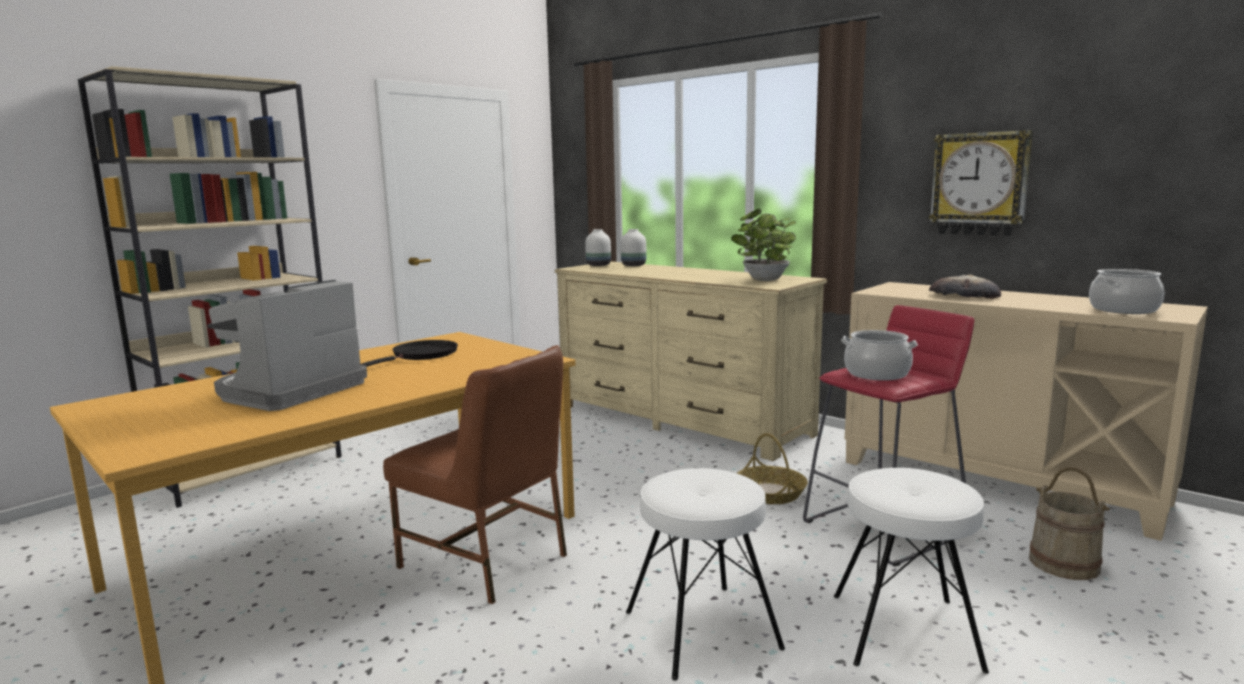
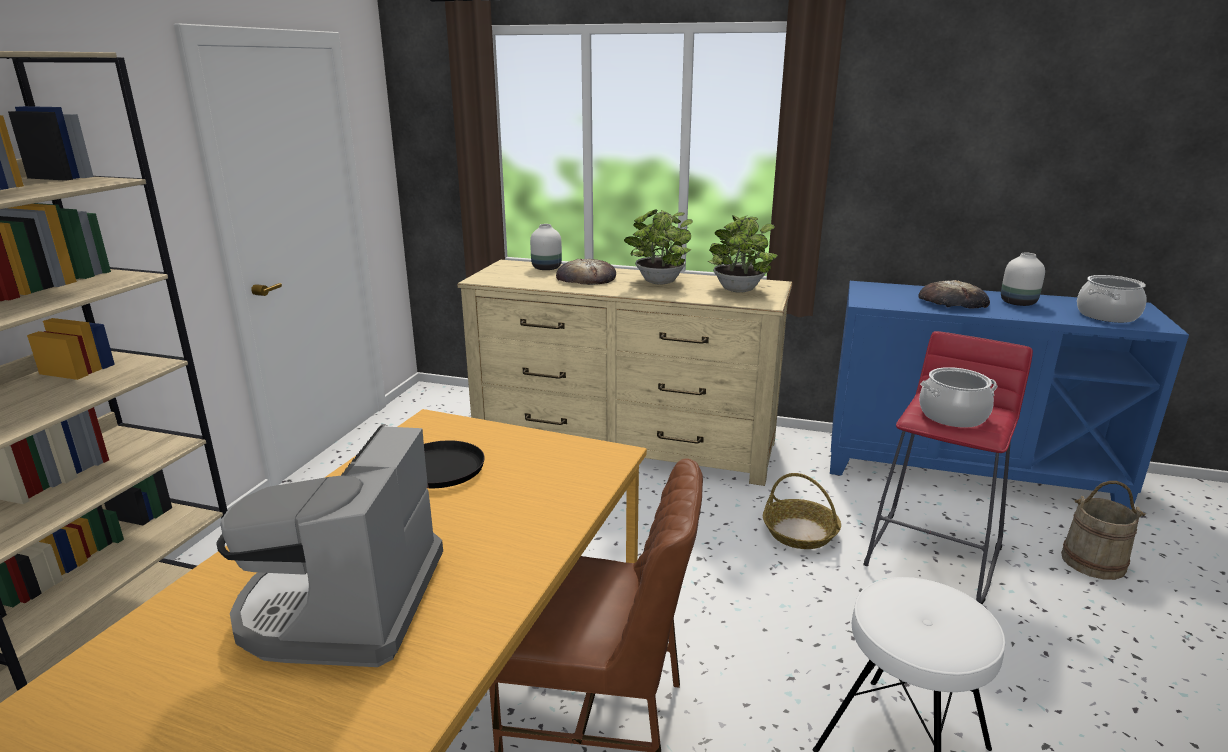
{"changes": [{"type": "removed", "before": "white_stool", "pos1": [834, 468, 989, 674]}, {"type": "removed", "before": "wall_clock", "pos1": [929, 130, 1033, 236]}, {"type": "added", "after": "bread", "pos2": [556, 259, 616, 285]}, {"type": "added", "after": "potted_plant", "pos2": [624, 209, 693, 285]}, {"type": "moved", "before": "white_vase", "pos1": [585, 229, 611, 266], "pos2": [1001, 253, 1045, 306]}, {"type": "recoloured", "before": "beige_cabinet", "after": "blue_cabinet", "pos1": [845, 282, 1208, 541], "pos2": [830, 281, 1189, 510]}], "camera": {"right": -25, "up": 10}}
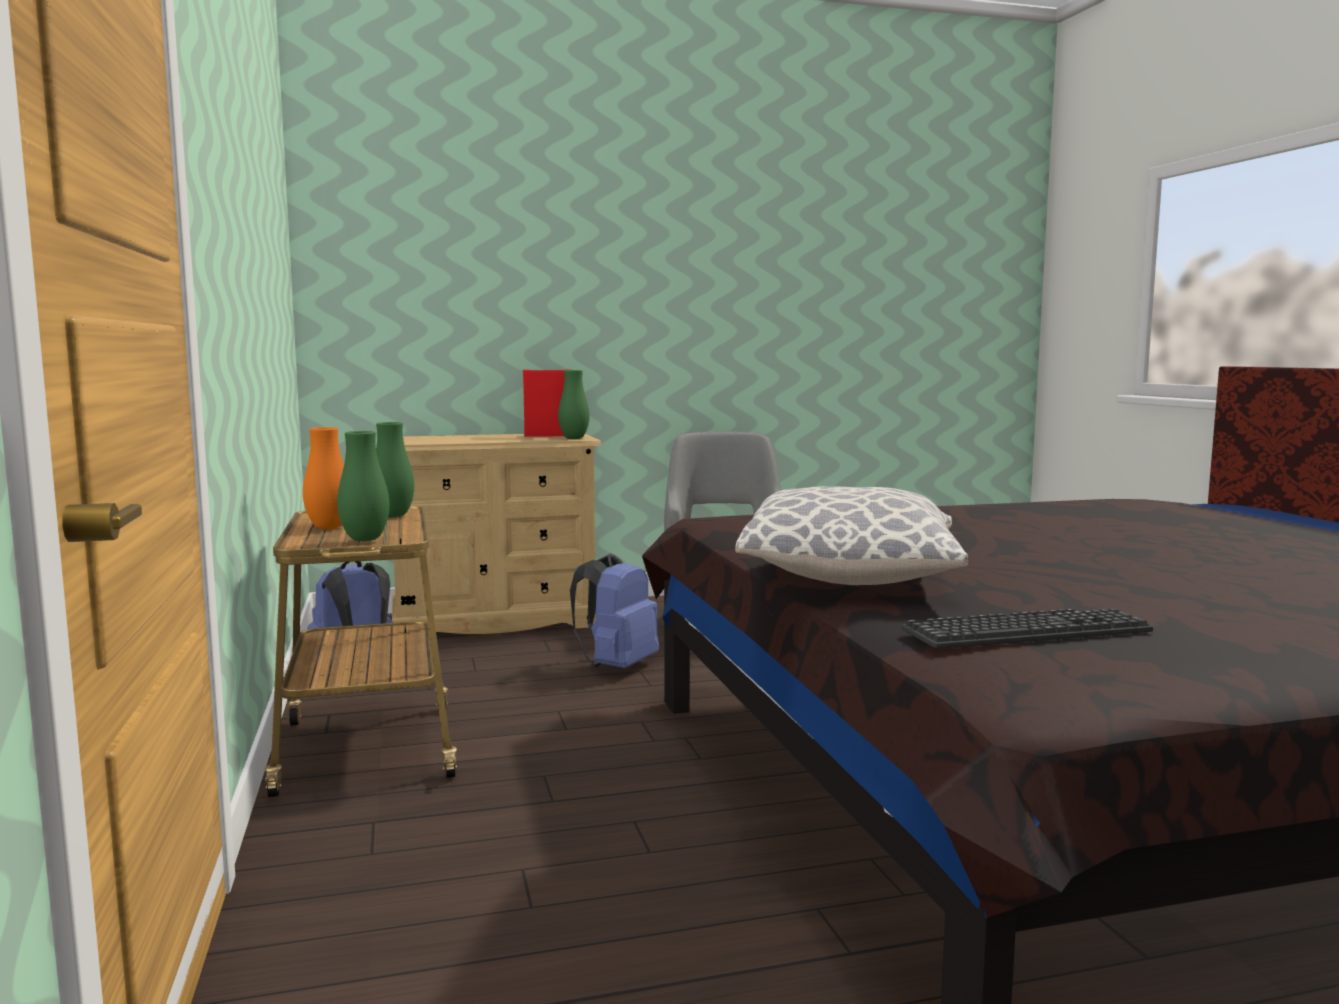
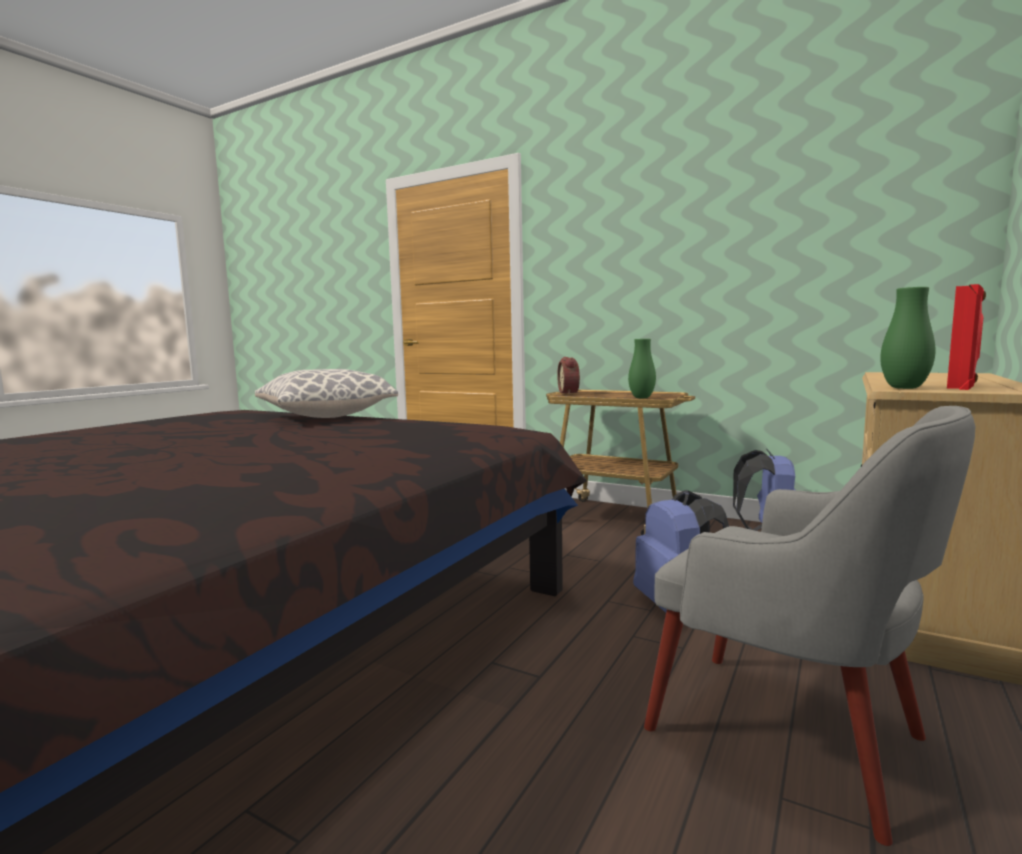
{"changes": [{"type": "removed", "before": "orange_vase", "pos1": [303, 427, 344, 529]}, {"type": "removed", "before": "keyboard", "pos1": [901, 608, 1153, 649]}, {"type": "replaced", "before": "green_vase", "after": "alarm_clock", "pos1": [337, 431, 389, 541], "pos2": [557, 357, 580, 394]}], "camera": {"right": 135, "up": 0}}
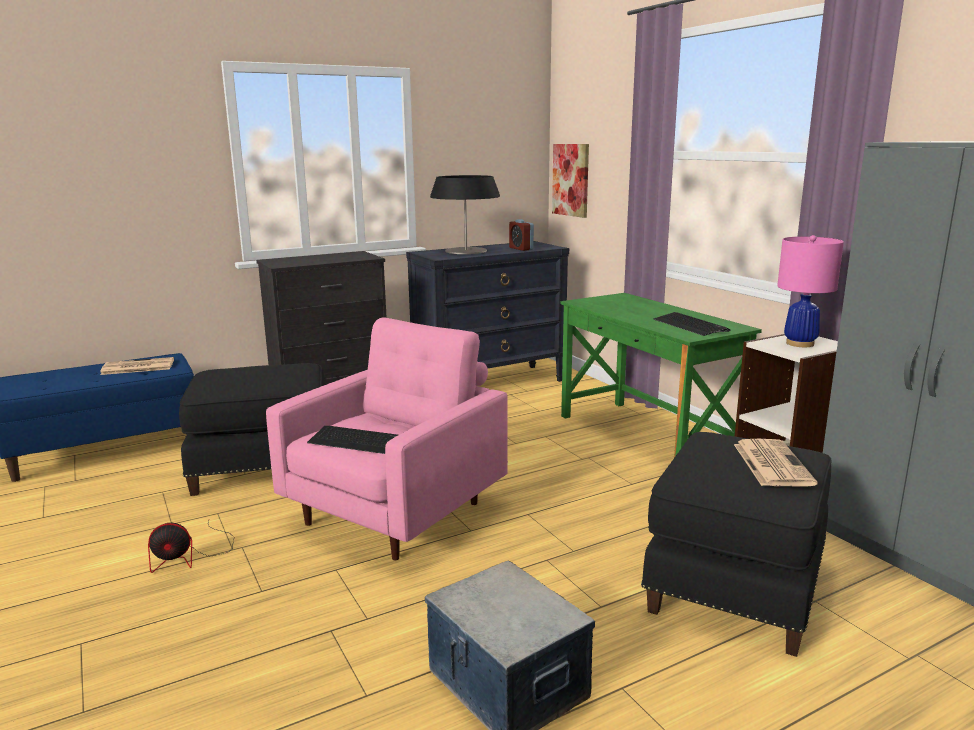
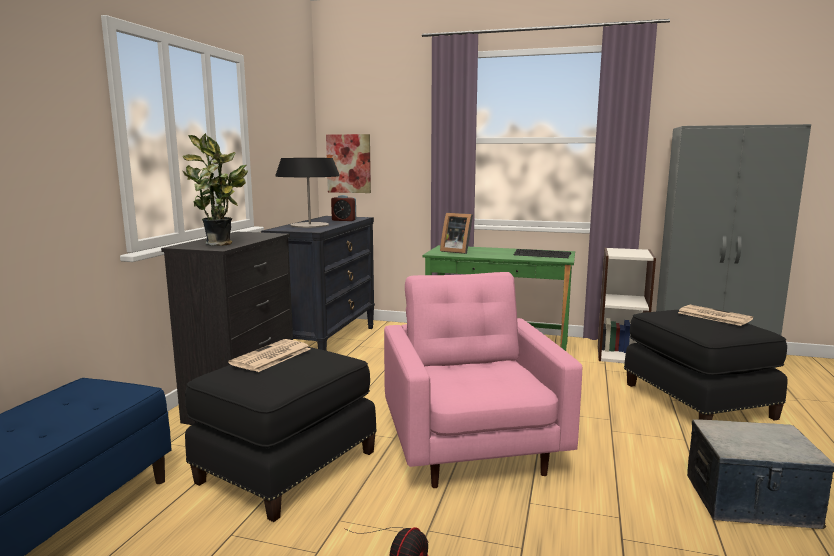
{"changes": [{"type": "removed", "before": "keyboard", "pos1": [307, 426, 398, 454]}, {"type": "removed", "before": "pink_table_lamp", "pos1": [777, 235, 844, 347]}, {"type": "added", "after": "potted_plant", "pos2": [183, 133, 248, 246]}, {"type": "added", "after": "picture_frame", "pos2": [440, 213, 473, 254]}, {"type": "moved", "before": "newspaper", "pos1": [100, 357, 174, 375], "pos2": [228, 339, 311, 372]}], "camera": {"right": -45, "up": -5}}
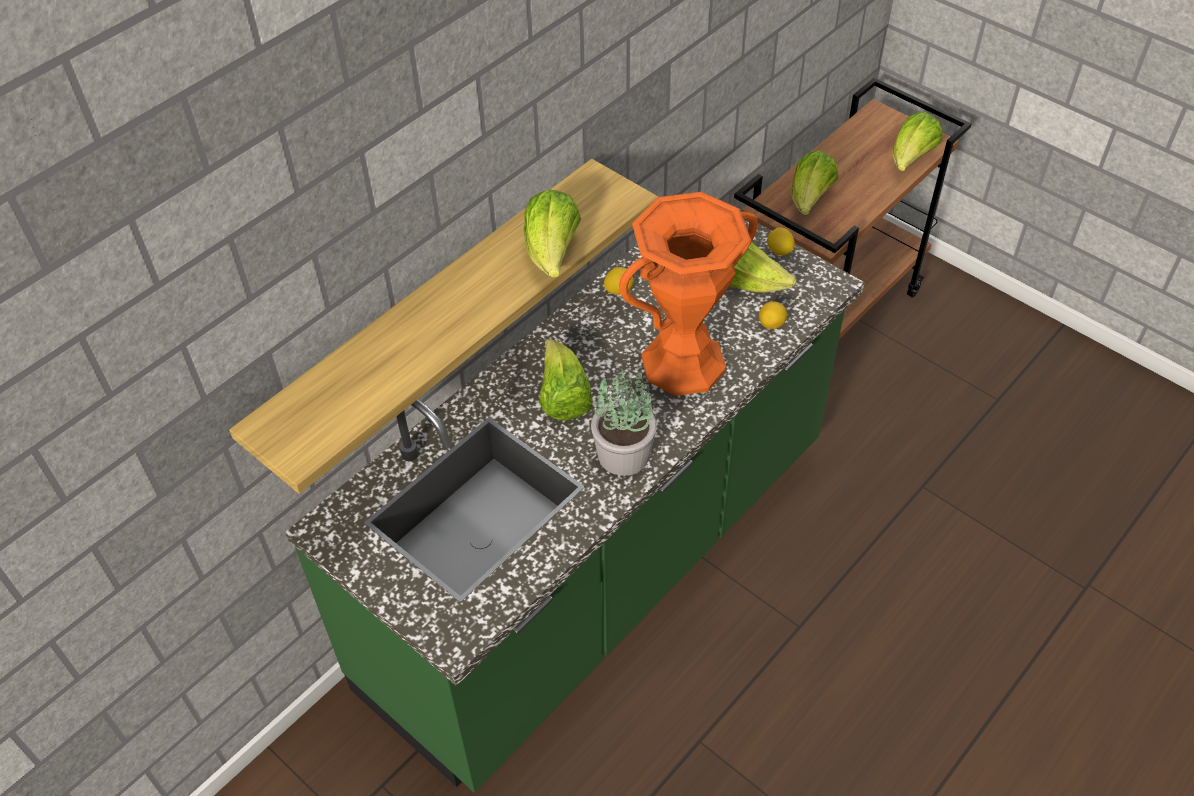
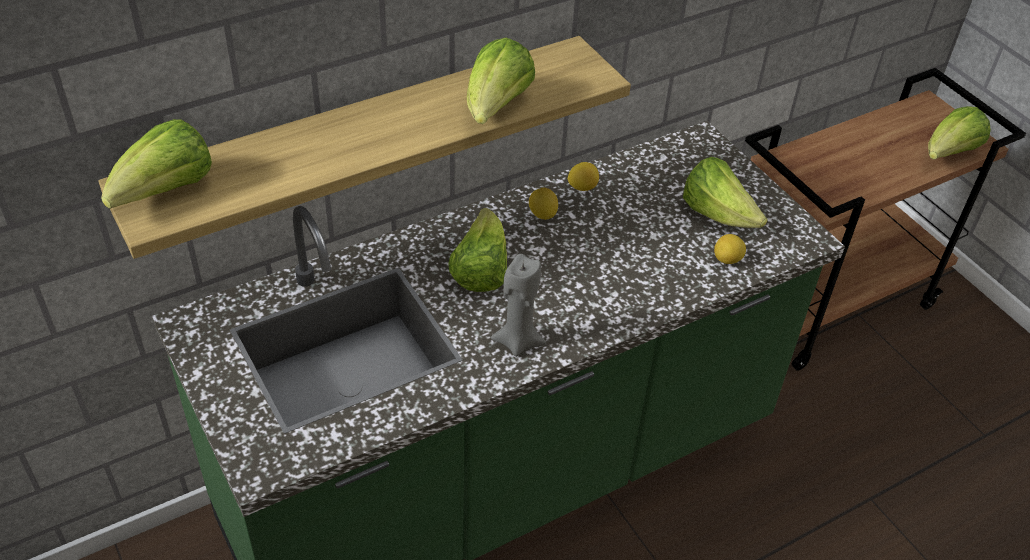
{"changes": [{"type": "removed", "before": "orange_vase", "pos1": [619, 192, 758, 396]}, {"type": "moved", "before": "lemon", "pos1": [767, 228, 795, 256], "pos2": [529, 188, 558, 220]}, {"type": "moved", "before": "lettuce", "pos1": [791, 151, 838, 215], "pos2": [101, 119, 212, 209]}, {"type": "replaced", "before": "potted_plant", "after": "grey_candle", "pos1": [591, 368, 657, 476], "pos2": [491, 254, 546, 357]}], "camera": {"right": 15, "up": -5}}
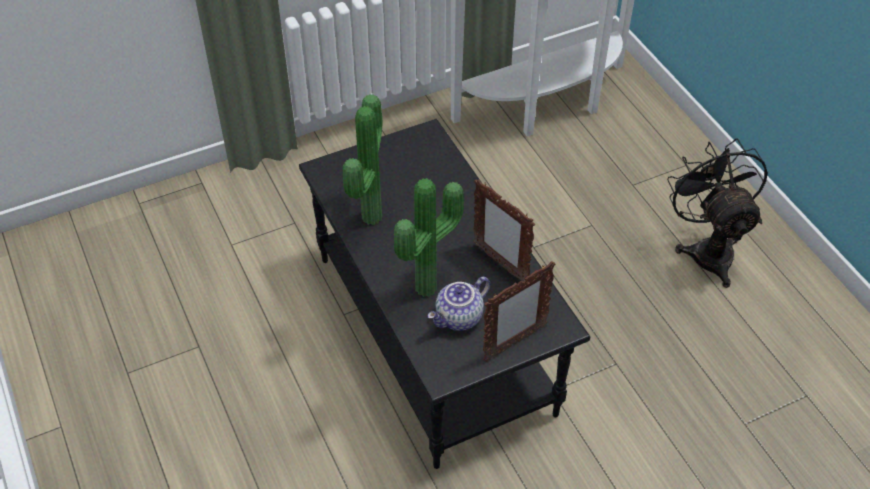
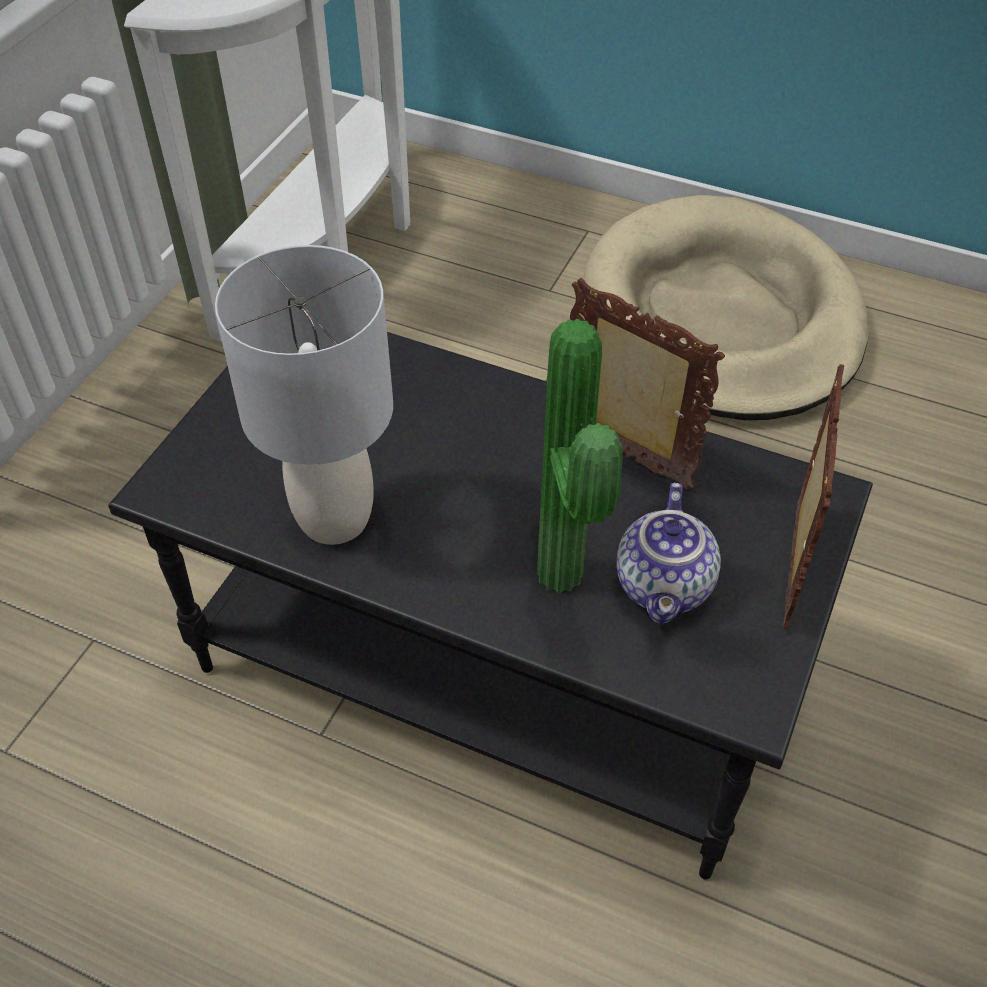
{"changes": [{"type": "replaced", "before": "potted_plant", "after": "grey_table_lamp", "pos1": [343, 94, 382, 225], "pos2": [215, 245, 393, 545]}, {"type": "replaced", "before": "black_fan", "after": "beige_dog_bed", "pos1": [667, 139, 768, 288], "pos2": [584, 195, 868, 420]}, {"type": "turned", "before": "picture_frame", "pos1": [473, 179, 535, 283], "pos2": [570, 278, 725, 490], "turn": -150}], "camera": {"right": -40, "up": 0}}
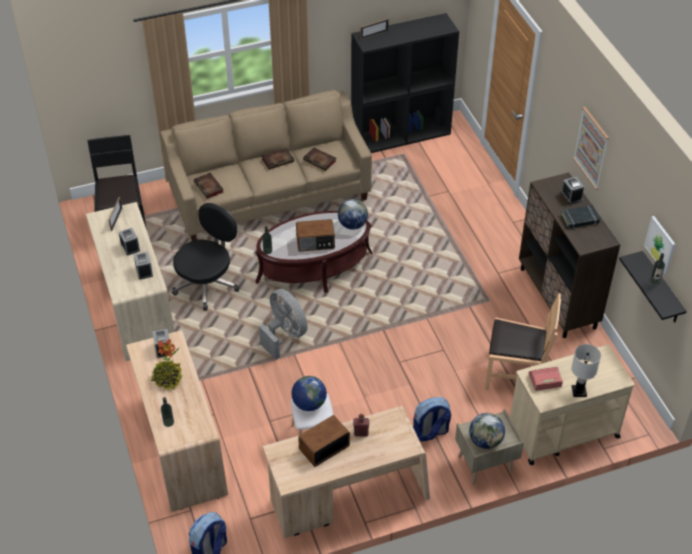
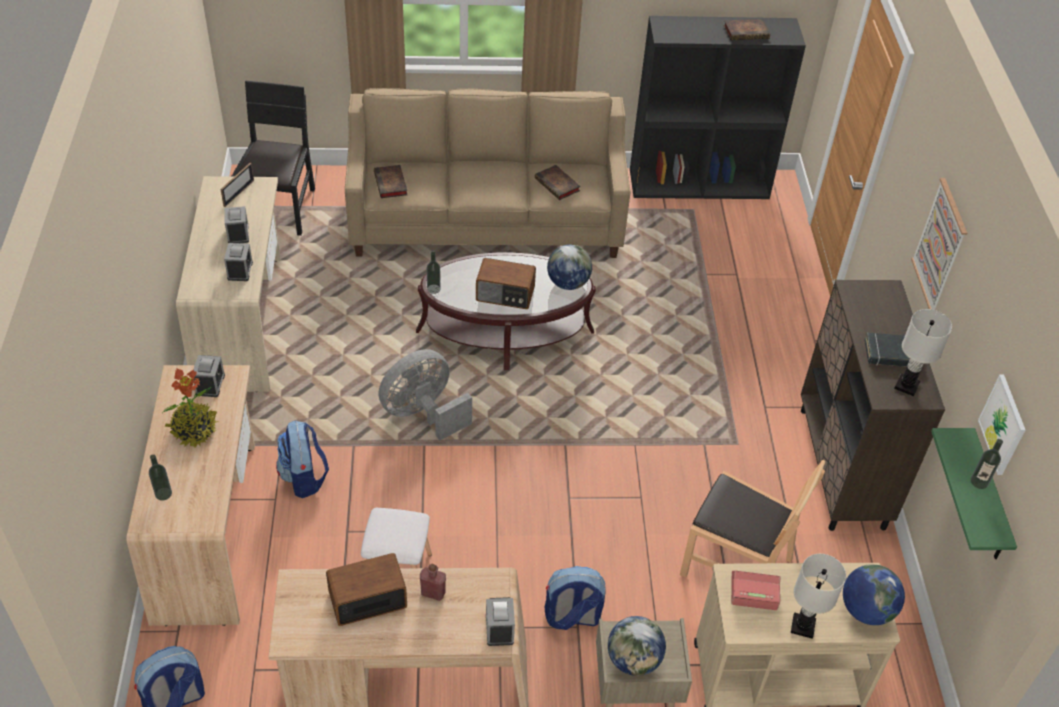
{"changes": [{"type": "removed", "before": "black_office_chair", "pos1": [172, 203, 239, 310]}, {"type": "removed", "before": "picture_frame", "pos1": [360, 19, 389, 40]}, {"type": "added", "after": "backpack", "pos2": [276, 420, 329, 498]}, {"type": "added", "after": "white_table_lamp", "pos2": [894, 309, 952, 396]}, {"type": "moved", "before": "book", "pos1": [262, 148, 294, 170], "pos2": [723, 19, 770, 40]}, {"type": "moved", "before": "globe", "pos1": [292, 376, 327, 411], "pos2": [843, 564, 905, 625]}, {"type": "moved", "before": "alarm_clock", "pos1": [561, 177, 584, 204], "pos2": [486, 597, 515, 646]}, {"type": "recoloured", "before": "black_shelf", "after": "green_shelf", "pos1": [619, 251, 687, 323], "pos2": [931, 428, 1017, 559]}, {"type": "turned", "before": "grey_fan", "pos1": [259, 289, 308, 360], "pos2": [378, 349, 472, 440], "turn": -105}], "camera": {"right": 15, "up": 0}}
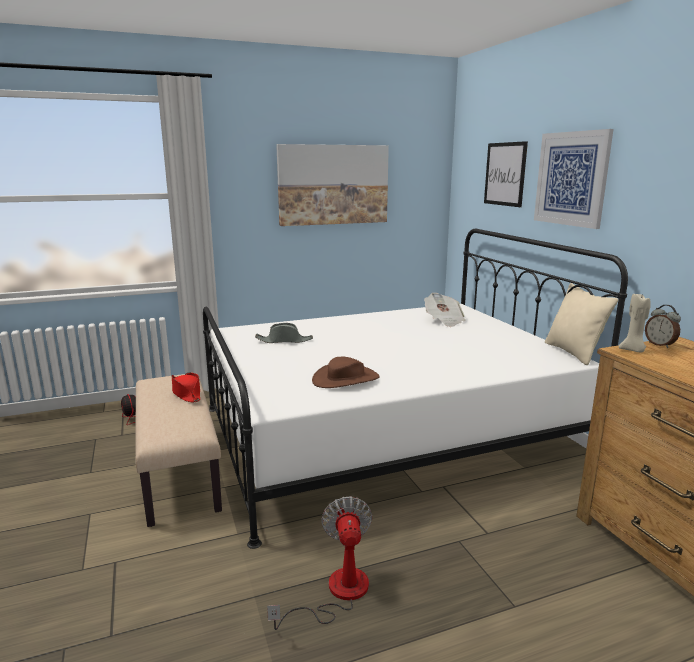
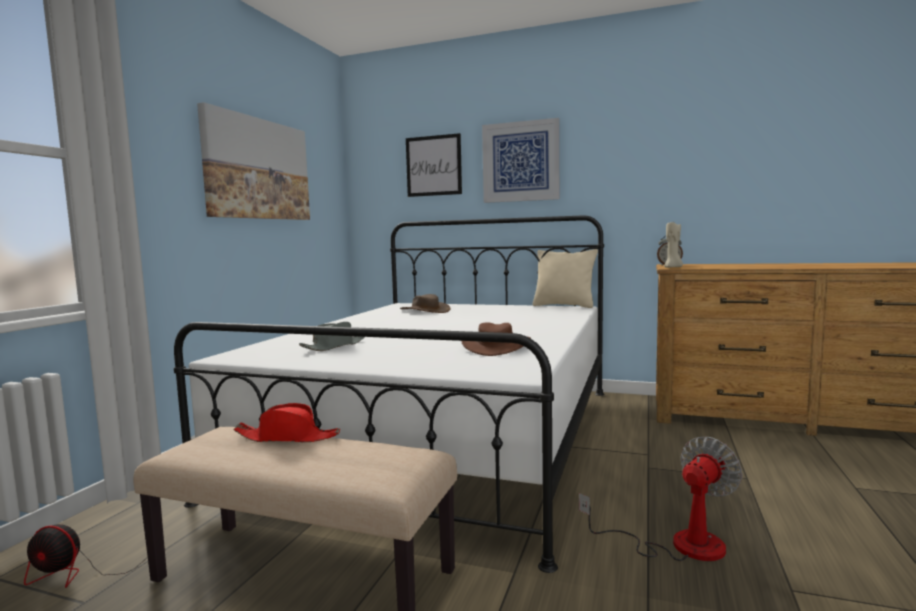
{"changes": [{"type": "replaced", "before": "newspaper", "after": "brown_hat", "pos1": [424, 293, 466, 327], "pos2": [400, 294, 451, 313]}, {"type": "turned", "before": "fan", "pos1": [267, 496, 372, 630], "pos2": [579, 437, 742, 561], "turn": 105}], "camera": {"right": -50, "up": -10}}
